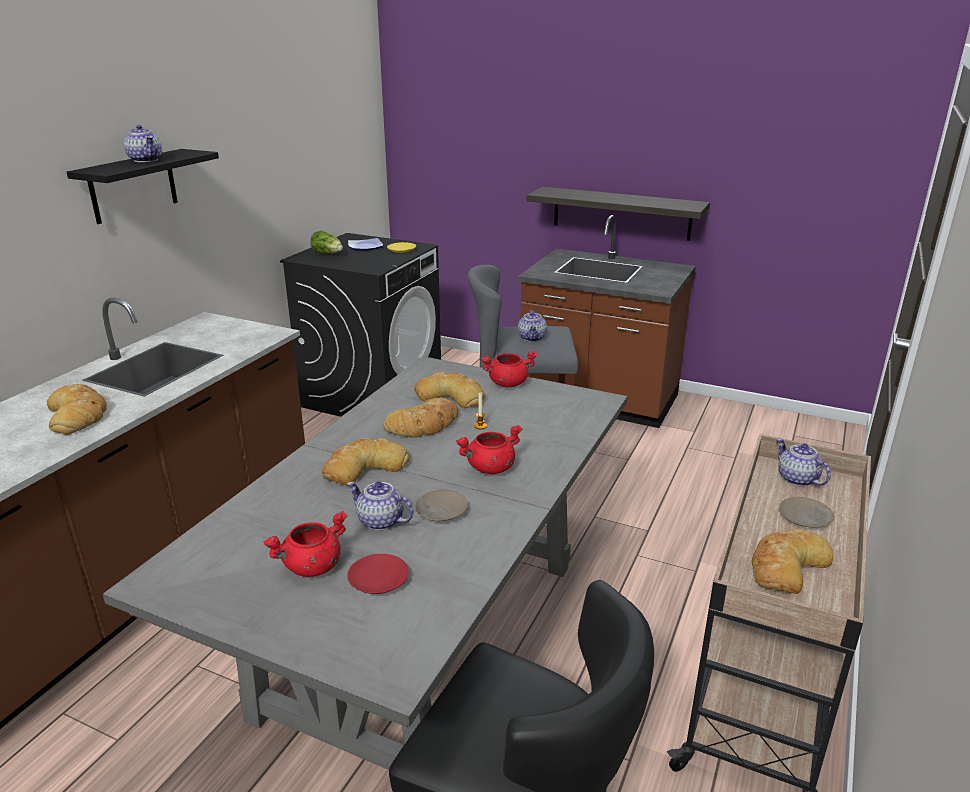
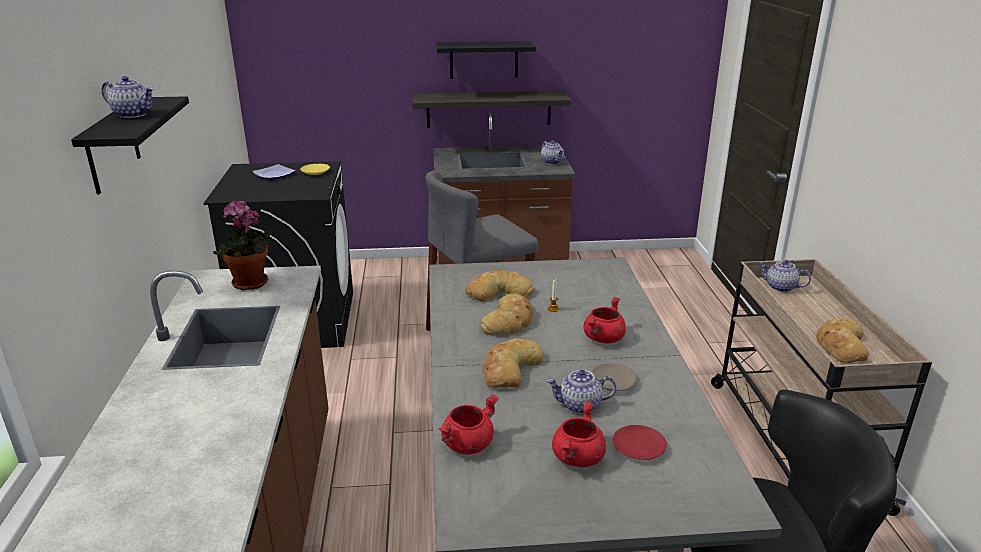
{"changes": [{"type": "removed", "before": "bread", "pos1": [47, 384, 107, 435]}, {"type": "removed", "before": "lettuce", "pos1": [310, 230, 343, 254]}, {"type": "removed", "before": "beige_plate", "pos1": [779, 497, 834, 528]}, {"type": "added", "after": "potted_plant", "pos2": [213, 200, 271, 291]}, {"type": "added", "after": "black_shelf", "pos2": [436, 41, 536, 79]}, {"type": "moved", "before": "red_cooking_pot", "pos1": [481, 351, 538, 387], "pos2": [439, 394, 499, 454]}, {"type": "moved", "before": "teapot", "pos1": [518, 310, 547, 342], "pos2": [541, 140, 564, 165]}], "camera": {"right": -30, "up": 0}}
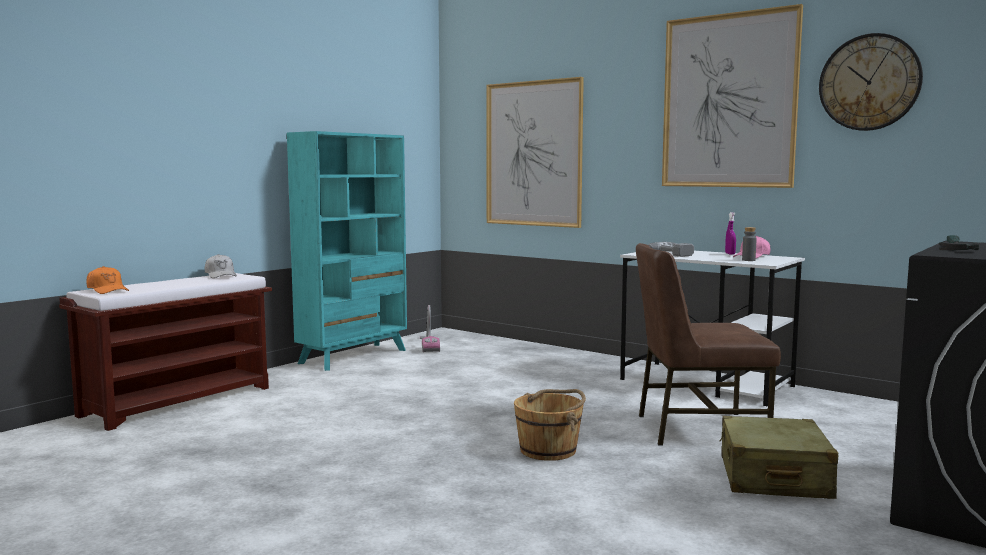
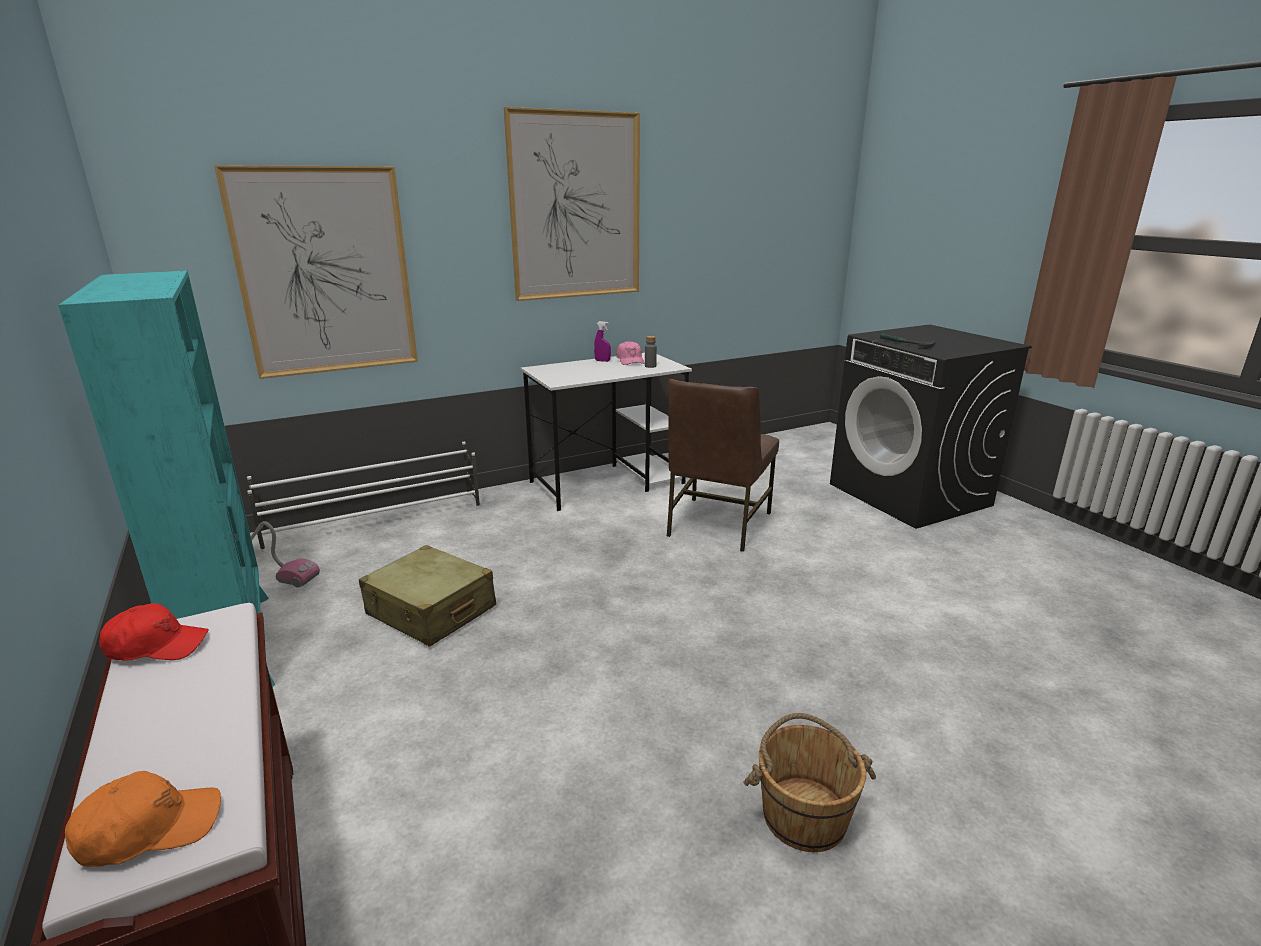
{"changes": [{"type": "removed", "before": "power_drill", "pos1": [648, 242, 694, 257]}, {"type": "removed", "before": "wall_clock", "pos1": [819, 33, 923, 131]}, {"type": "added", "after": "white_shoe_rack", "pos2": [247, 442, 480, 553]}, {"type": "moved", "before": "brown_bucket", "pos1": [514, 389, 586, 461], "pos2": [743, 713, 876, 852]}, {"type": "moved", "before": "beige_suitcase", "pos1": [719, 416, 838, 499], "pos2": [359, 545, 496, 647]}, {"type": "recoloured", "before": "white_cap", "after": "red_cap", "pos1": [205, 254, 237, 278], "pos2": [99, 603, 209, 661]}], "camera": {"right": -65, "up": 15}}
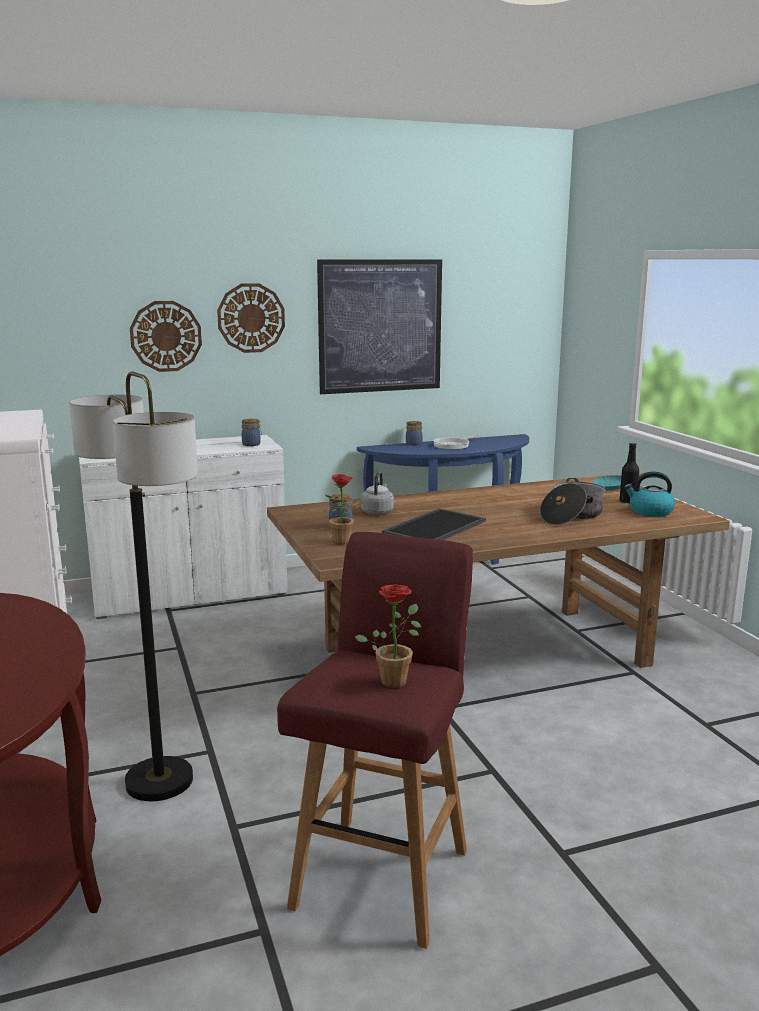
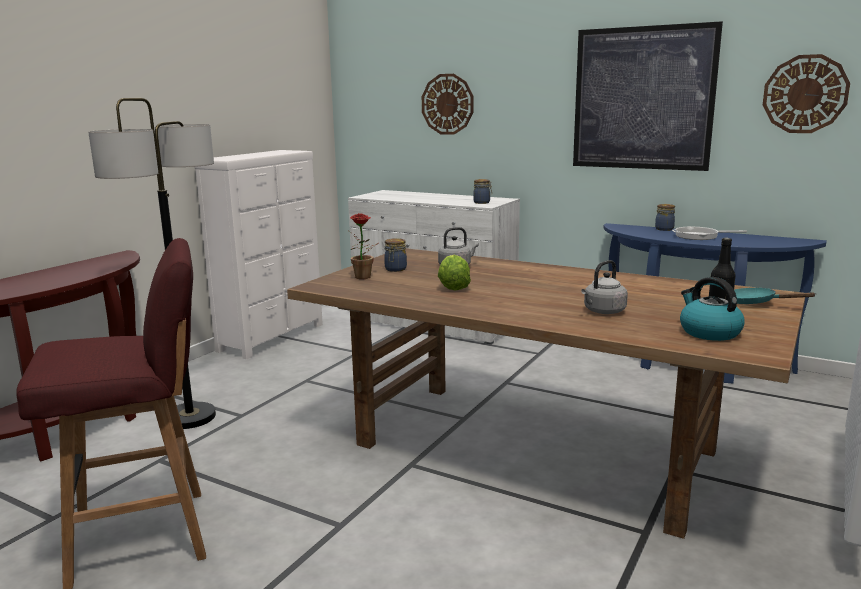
{"changes": [{"type": "removed", "before": "potted_plant", "pos1": [355, 585, 421, 688]}, {"type": "moved", "before": "wall_clock", "pos1": [217, 283, 285, 353], "pos2": [763, 54, 850, 133]}, {"type": "replaced", "before": "tray", "after": "lettuce", "pos1": [382, 508, 486, 540], "pos2": [438, 255, 471, 290]}, {"type": "replaced", "before": "cooking_pot", "after": "grey_kettle", "pos1": [540, 478, 606, 525], "pos2": [581, 260, 628, 314]}], "camera": {"right": 50, "up": 0}}
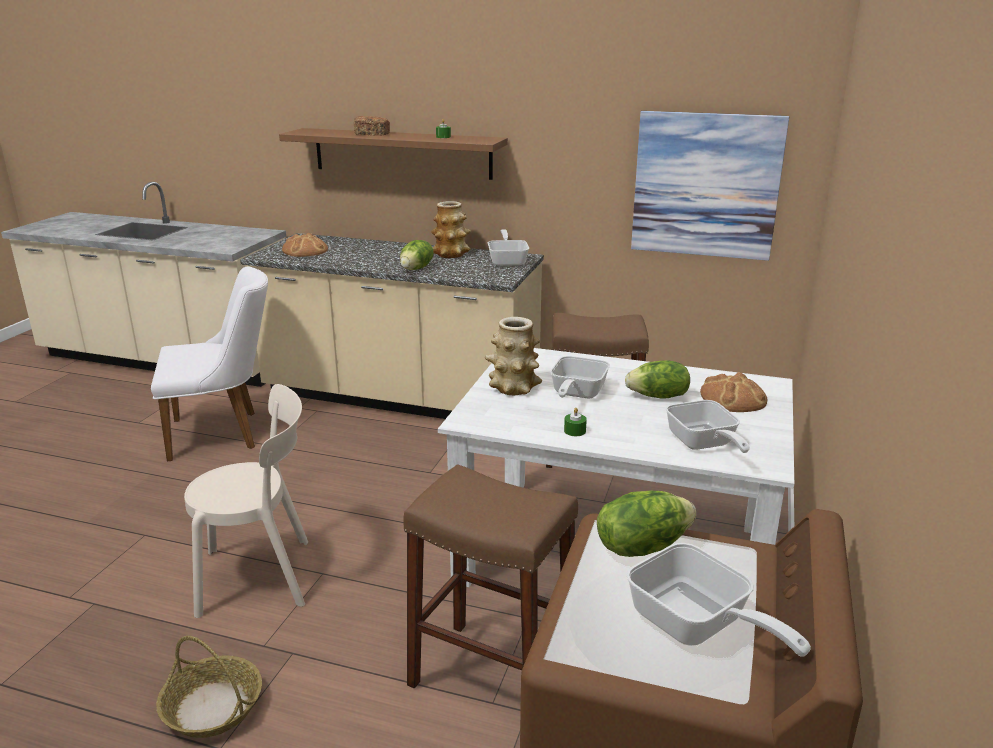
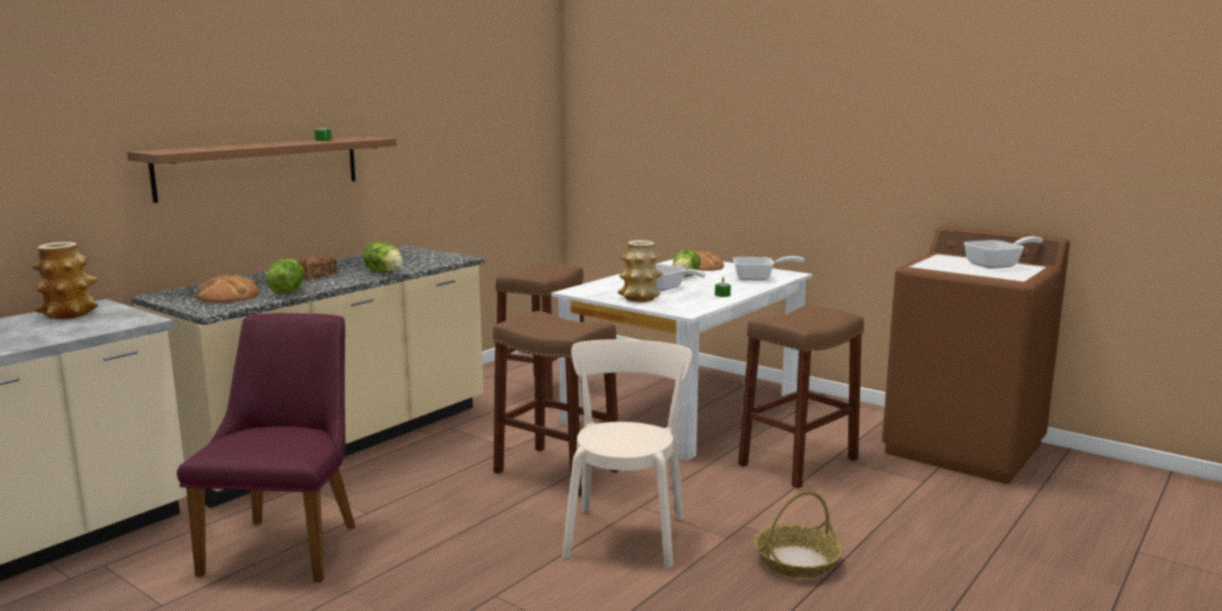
{"changes": [{"type": "removed", "before": "frying_pan", "pos1": [488, 229, 529, 267]}, {"type": "removed", "before": "picture", "pos1": [631, 111, 789, 261]}, {"type": "added", "after": "brown_stool", "pos2": [493, 311, 620, 497]}, {"type": "moved", "before": "bread", "pos1": [354, 116, 390, 135], "pos2": [298, 255, 337, 279]}, {"type": "moved", "before": "vase", "pos1": [431, 201, 471, 258], "pos2": [32, 242, 98, 319]}, {"type": "moved", "before": "lettuce", "pos1": [597, 491, 696, 557], "pos2": [266, 259, 304, 293]}, {"type": "recoloured", "before": "white_chair", "after": "purple_chair", "pos1": [151, 266, 268, 461], "pos2": [177, 313, 356, 582]}], "camera": {"right": -70, "up": -10}}
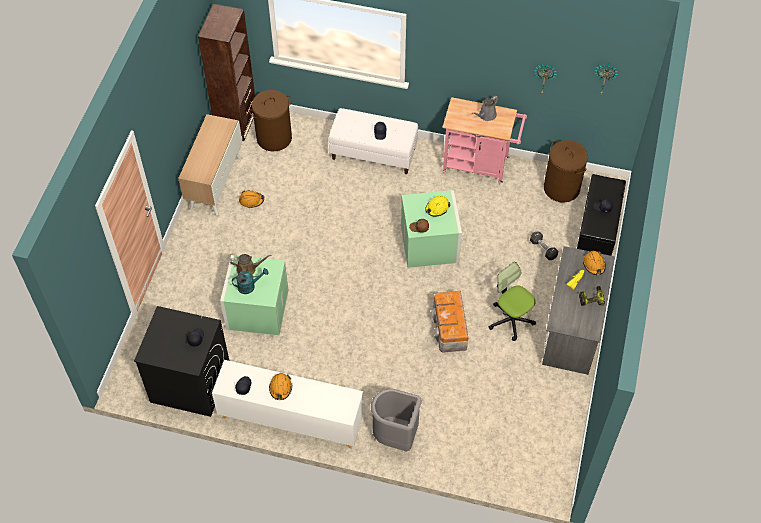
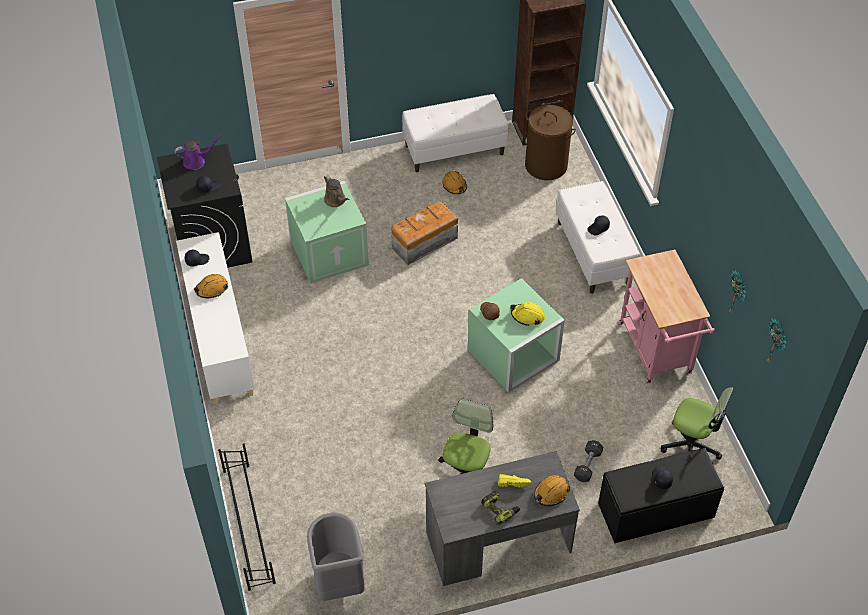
{"changes": [{"type": "removed", "before": "turquoise_watering_can", "pos1": [232, 268, 269, 294]}, {"type": "removed", "before": "grey_watering_can", "pos1": [472, 96, 499, 121]}, {"type": "added", "after": "purple_watering_can", "pos2": [175, 135, 221, 170]}, {"type": "added", "after": "black_shoe_rack", "pos2": [218, 443, 276, 591]}, {"type": "moved", "before": "grey_trash_can", "pos1": [371, 389, 422, 452], "pos2": [307, 512, 365, 601]}, {"type": "moved", "before": "storage_box", "pos1": [431, 291, 468, 353], "pos2": [391, 201, 458, 265]}, {"type": "replaced", "before": "cabinet", "after": "white_bench", "pos1": [178, 114, 242, 216], "pos2": [402, 94, 508, 172]}, {"type": "replaced", "before": "brown_laundry_basket", "after": "office_chair", "pos1": [544, 140, 588, 203], "pos2": [661, 387, 733, 460]}], "camera": {"right": 60, "up": -5}}
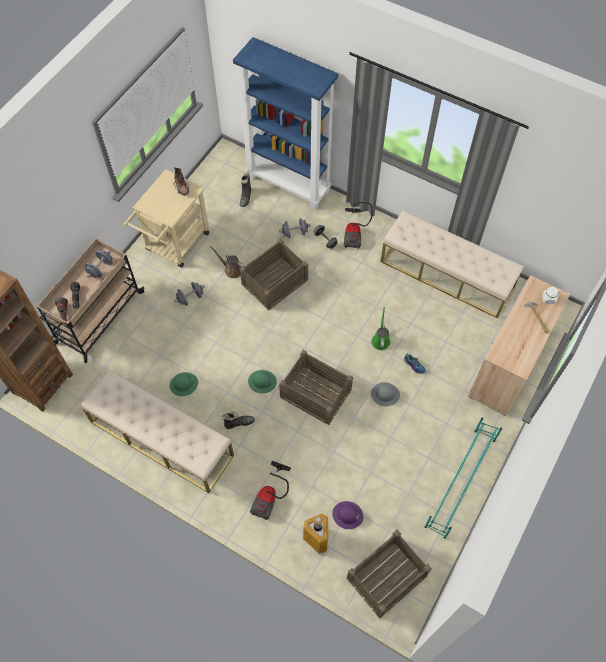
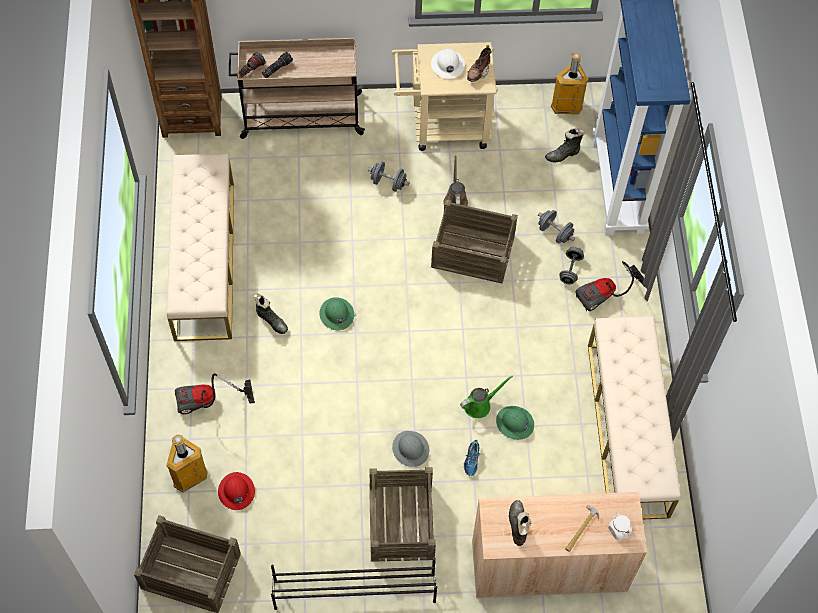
{"changes": [{"type": "removed", "before": "grey_dumbbell", "pos1": [85, 250, 113, 278]}, {"type": "added", "after": "white_hard_hat", "pos2": [431, 49, 465, 79]}, {"type": "added", "after": "black_boot", "pos2": [509, 500, 531, 546]}, {"type": "added", "after": "trash_can", "pos2": [551, 53, 588, 115]}, {"type": "moved", "before": "green_hard_hat", "pos1": [170, 372, 198, 396], "pos2": [496, 406, 534, 440]}, {"type": "moved", "before": "crate", "pos1": [279, 350, 353, 425], "pos2": [369, 467, 436, 562]}, {"type": "recoloured", "before": "purple_hard_hat", "after": "red_hard_hat", "pos1": [332, 501, 363, 529], "pos2": [218, 472, 255, 510]}, {"type": "recoloured", "before": "turquoise_shoe_rack", "after": "black_shoe_rack", "pos1": [424, 418, 502, 539], "pos2": [271, 558, 437, 610]}], "camera": {"right": 55, "up": 0}}
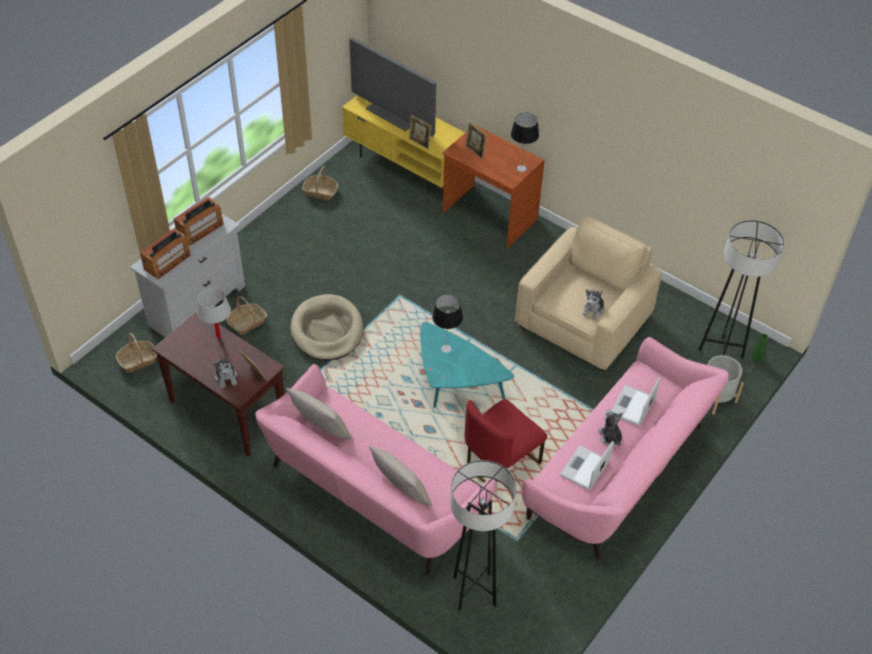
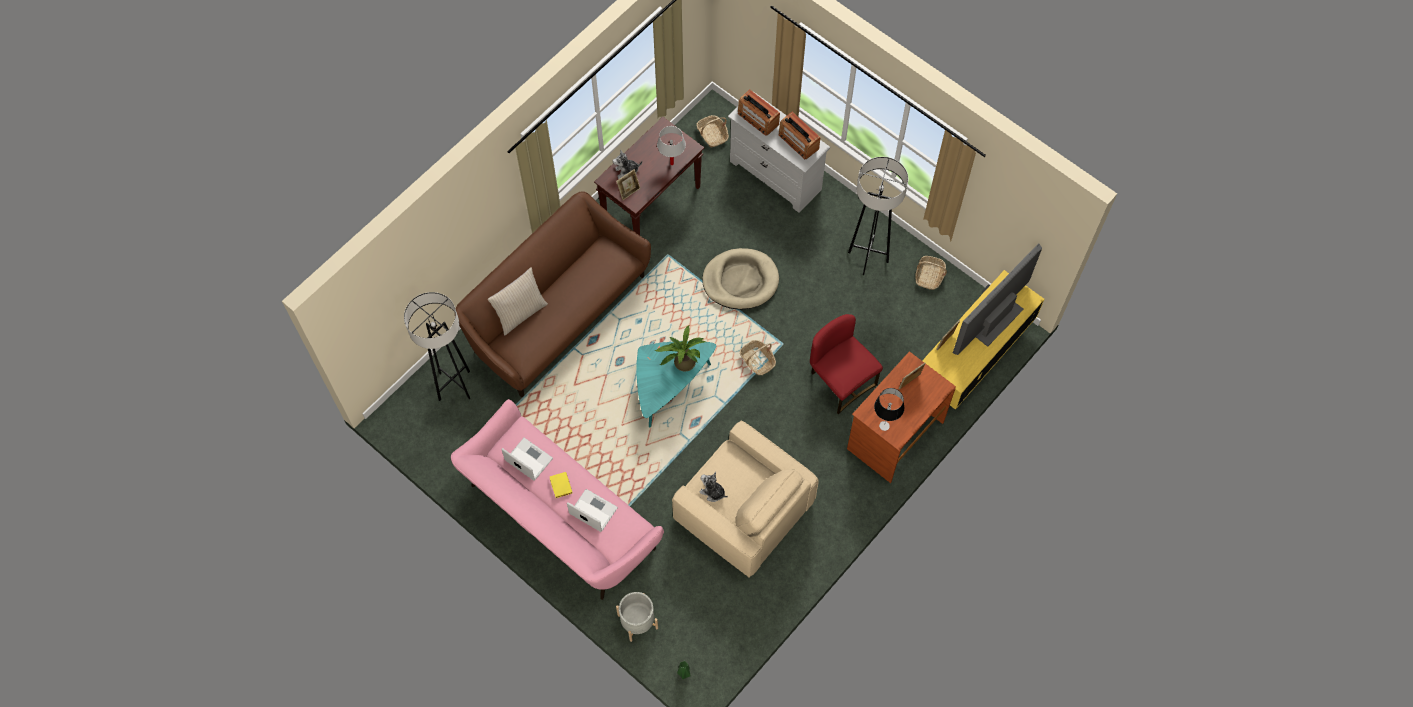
{"changes": [{"type": "removed", "before": "beige_pillow", "pos1": [286, 388, 353, 440]}, {"type": "moved", "before": "basket", "pos1": [227, 296, 267, 335], "pos2": [739, 340, 776, 375]}, {"type": "moved", "before": "red_chair", "pos1": [464, 399, 547, 483], "pos2": [810, 314, 883, 414]}, {"type": "moved", "before": "grey_floor_lamp", "pos1": [698, 220, 784, 359], "pos2": [848, 157, 908, 275]}, {"type": "replaced", "before": "table_lamp", "after": "potted_plant", "pos1": [432, 295, 463, 353], "pos2": [655, 325, 705, 372]}, {"type": "replaced", "before": "plush_toy", "after": "yellow_book", "pos1": [598, 409, 623, 446], "pos2": [550, 472, 573, 498]}, {"type": "recoloured", "before": "pink_sofa", "after": "brown_sofa", "pos1": [255, 364, 496, 575], "pos2": [455, 191, 651, 397]}], "camera": {"right": 95, "up": 15}}
